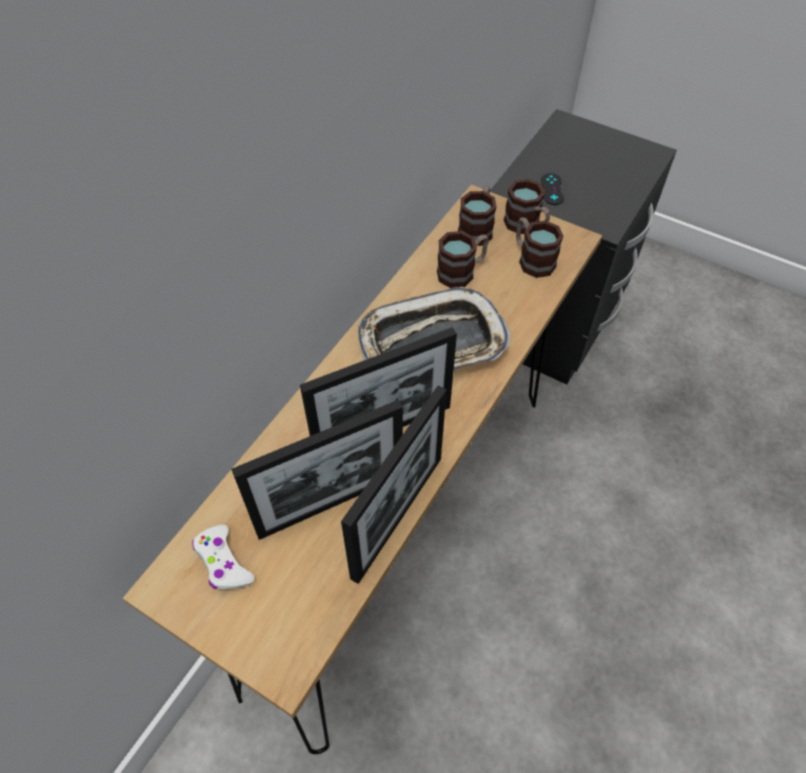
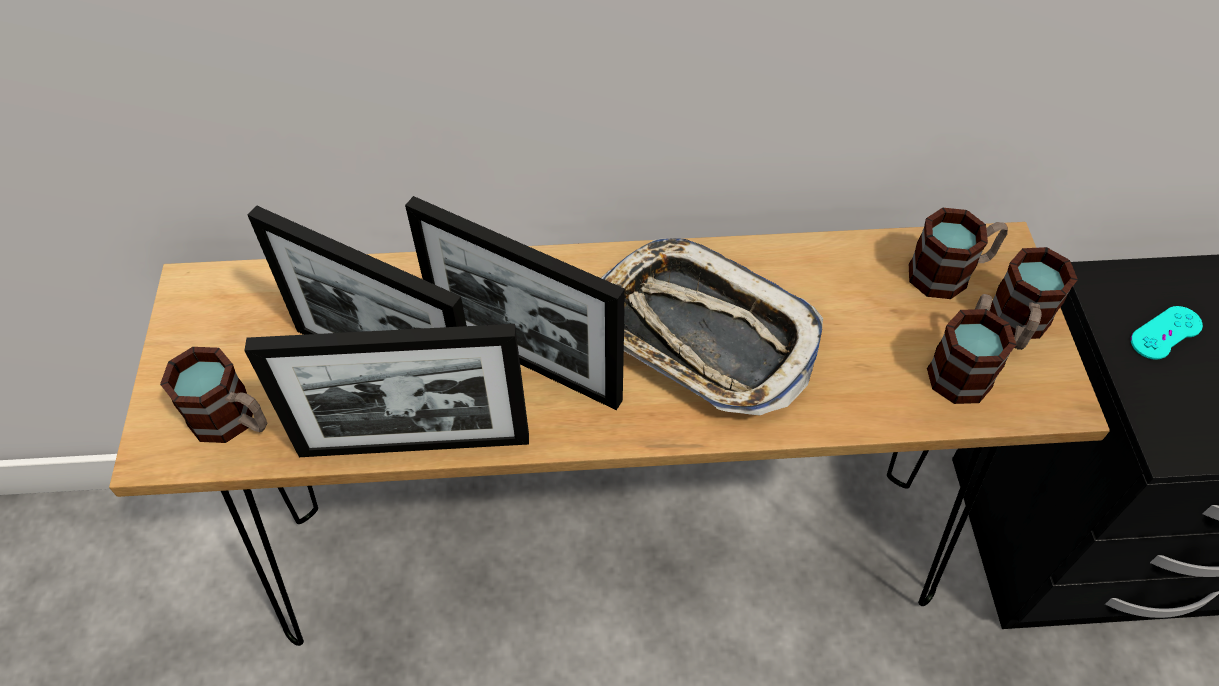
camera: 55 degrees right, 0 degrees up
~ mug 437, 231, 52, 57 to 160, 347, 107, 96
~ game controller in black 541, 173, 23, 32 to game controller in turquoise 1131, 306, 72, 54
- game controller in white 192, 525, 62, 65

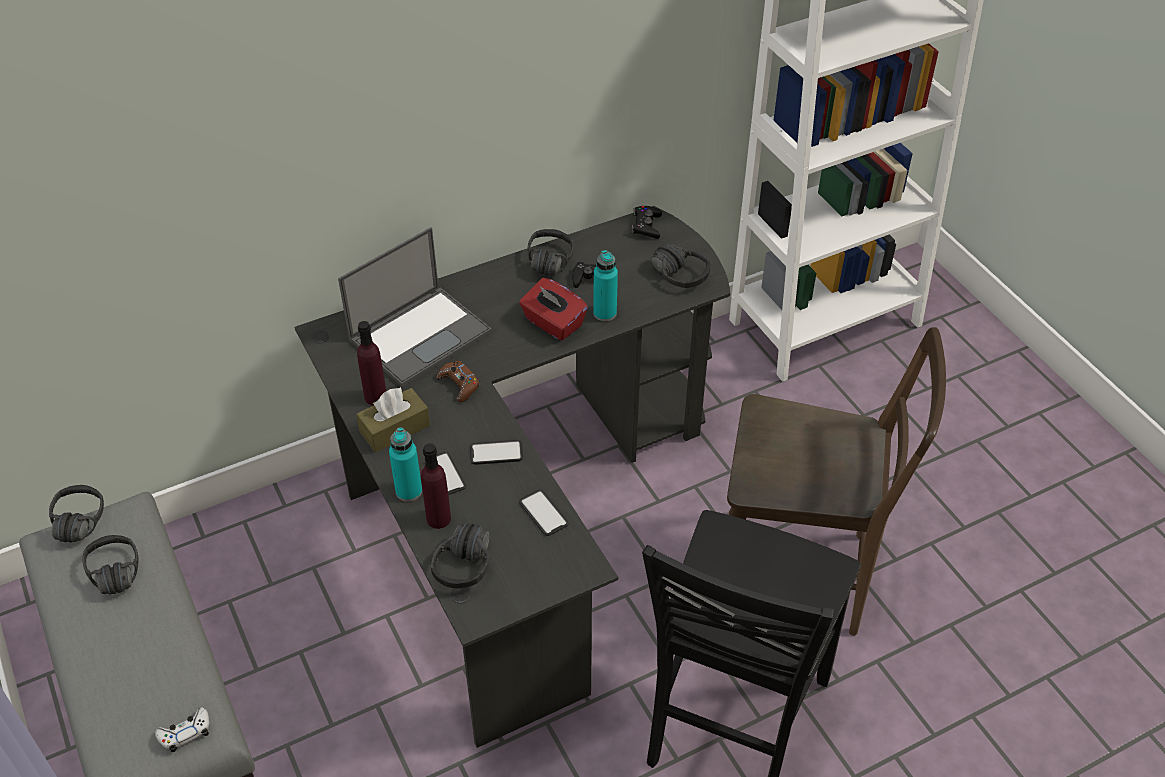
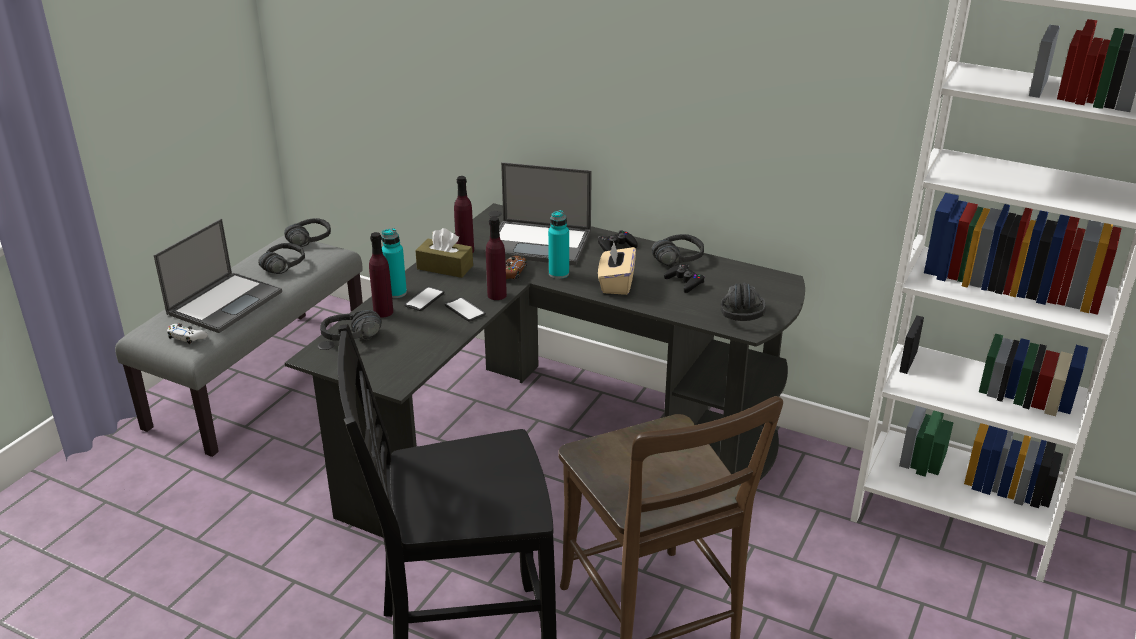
camera: 55 degrees right, 15 degrees down
+ laptop 153, 219, 129, 114
+ bottle in purple 486, 217, 21, 83
~ bottle in turquoise 593, 250, 25, 71 to 548, 210, 21, 69
~ game controller in black 632, 206, 30, 33 to 598, 230, 40, 22
~ tissue box in red 519, 278, 69, 63 to tissue box in beige 598, 242, 38, 53
- phone 519, 490, 49, 46

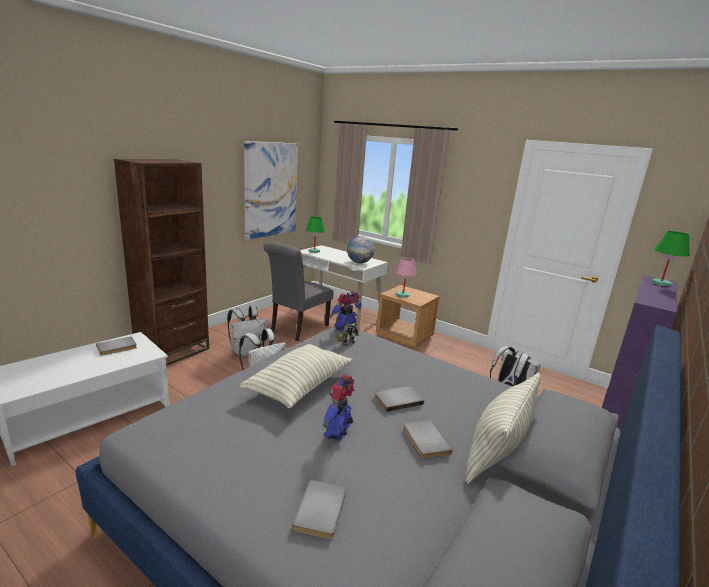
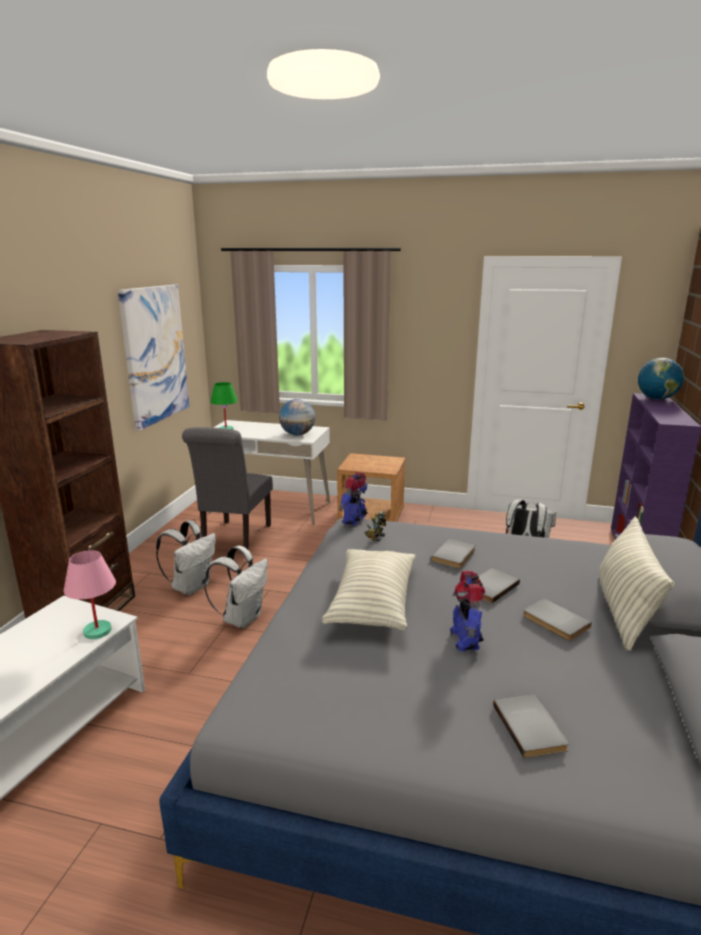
camera: 20 degrees left, 0 degrees up
~ table lamp in pink 395, 257, 22, 41 to 64, 550, 52, 89
~ book in grey 96, 336, 41, 20 to 431, 538, 45, 30
~ table lamp in green 652, 231, 38, 55 to globe 638, 358, 46, 42

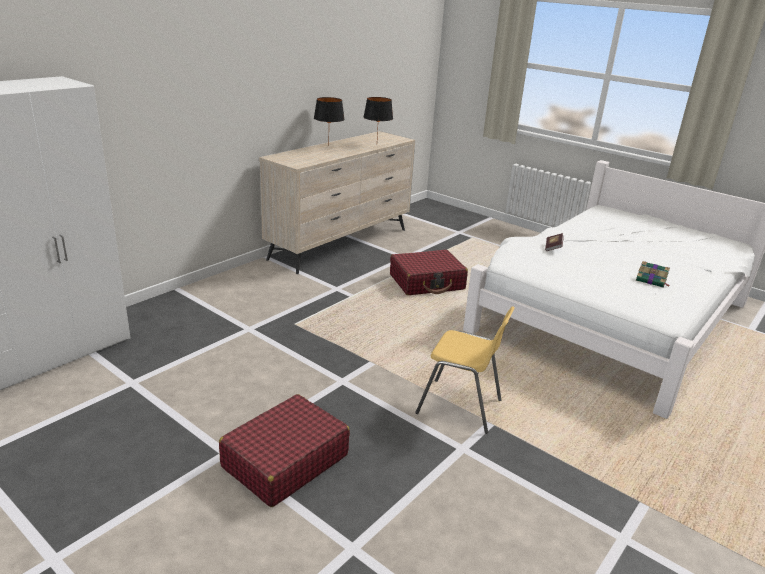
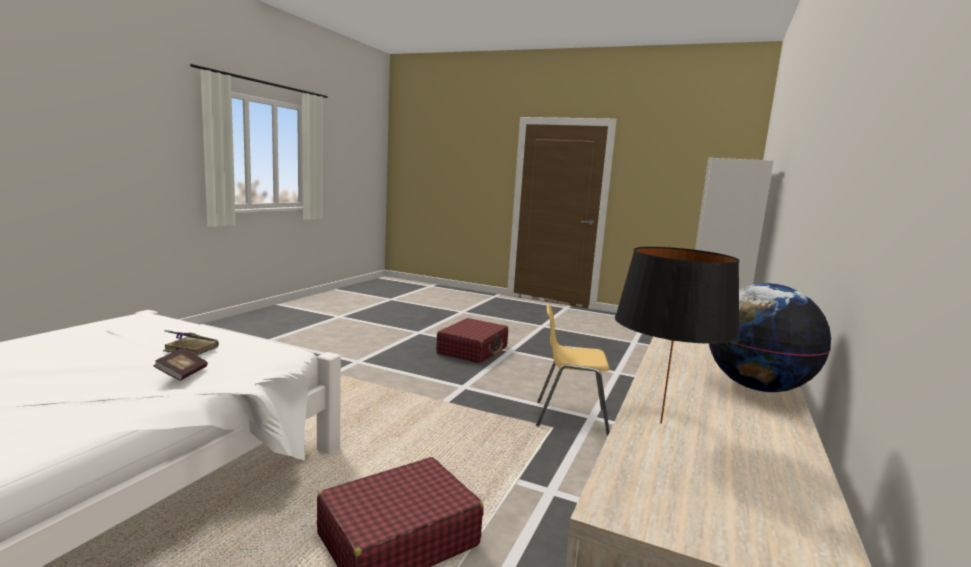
camera: 165 degrees right, 15 degrees down
~ book 636, 261, 34, 26 to 163, 330, 56, 26
~ chair in yellow 415, 306, 100, 128 to 536, 304, 74, 131
~ table lamp in black 314, 97, 31, 49 to globe 709, 283, 122, 109

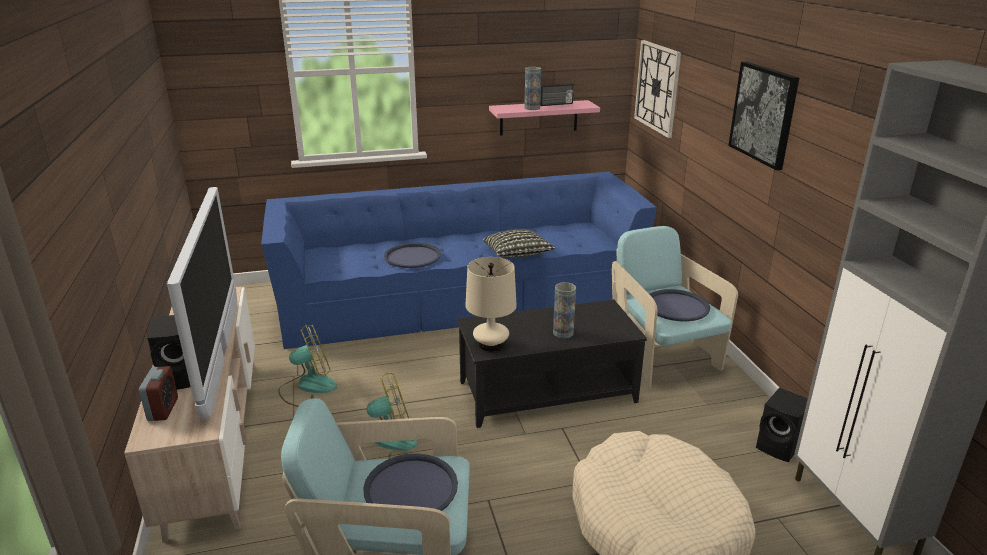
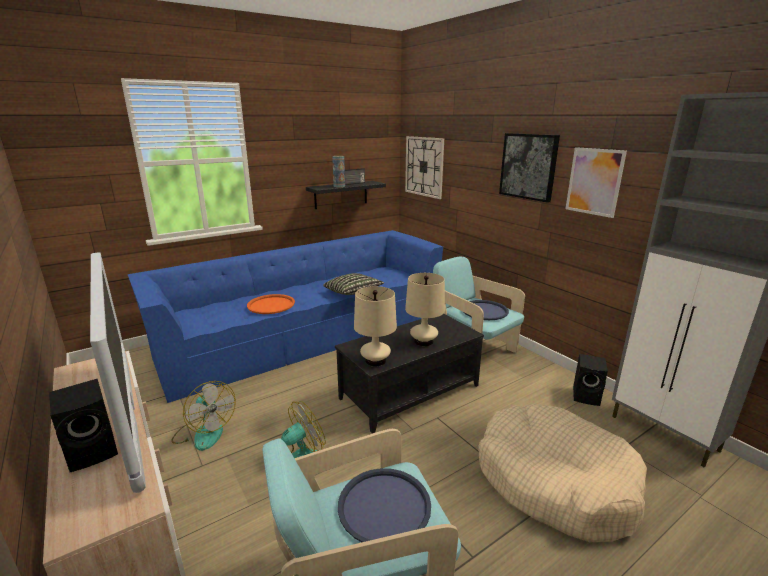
camera: 20 degrees left, 5 degrees down
~ fan 278, 324, 59, 83 = 171, 381, 65, 70 90 degrees clockwise
~ tray in blue 384, 243, 57, 25 to tray in orange 247, 294, 48, 20
~ shelf in pink 489, 100, 111, 36 to shelf in black 306, 181, 80, 28
~ vase 553, 282, 23, 56 to table lamp in beige 405, 273, 40, 73
+ picture 566, 147, 61, 71
- alarm clock 139, 366, 39, 55

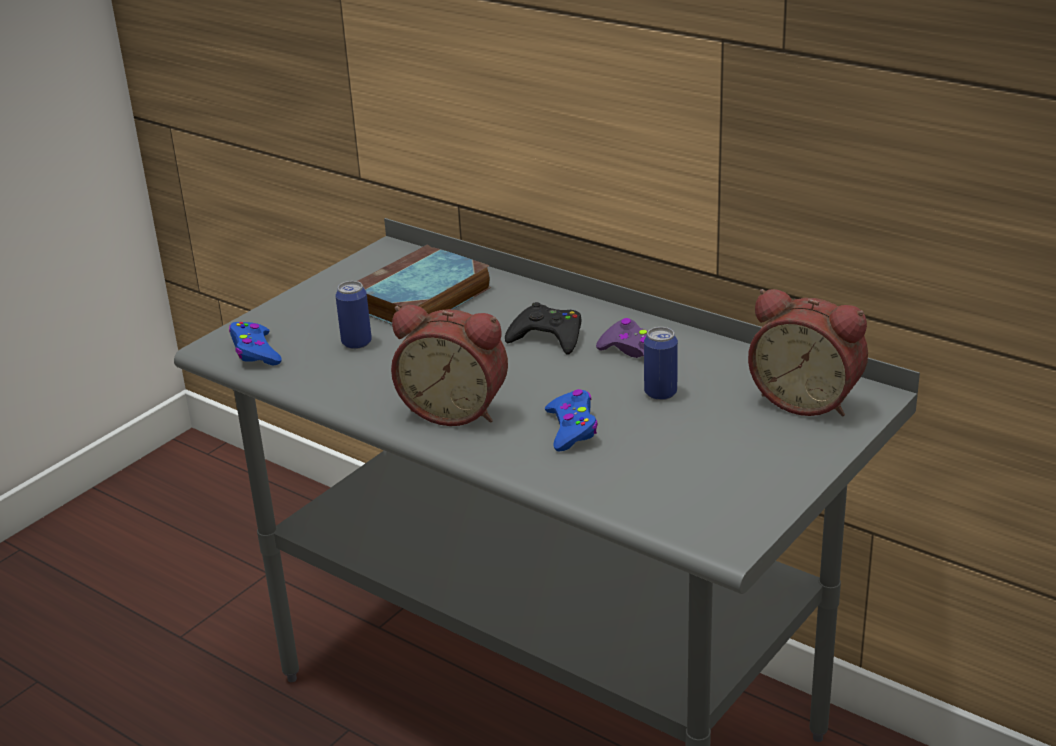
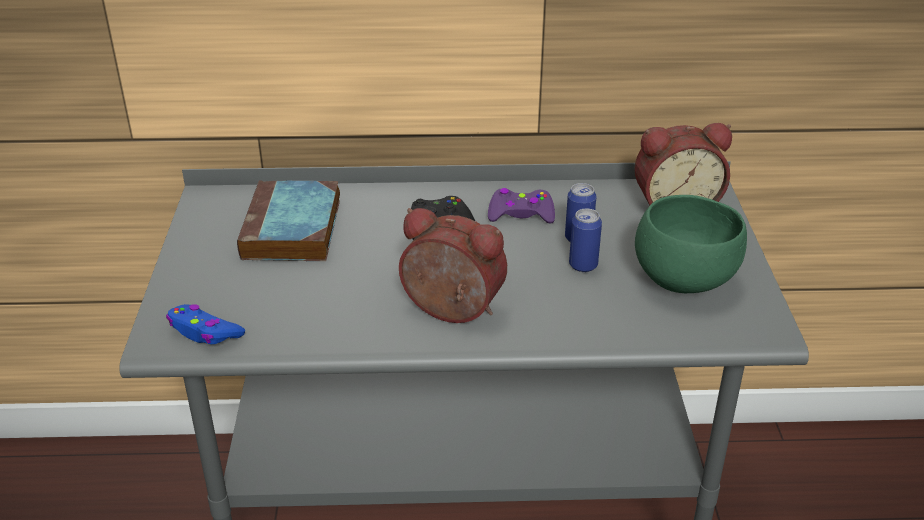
camera: 40 degrees left, 5 degrees up
~ alarm clock 391, 305, 117, 121 = 399, 208, 108, 115 135 degrees counterclockwise
~ can 335, 281, 37, 68 to 569, 209, 33, 63
+ bowl in green 635, 195, 112, 98
- game controller in blue 545, 389, 53, 62

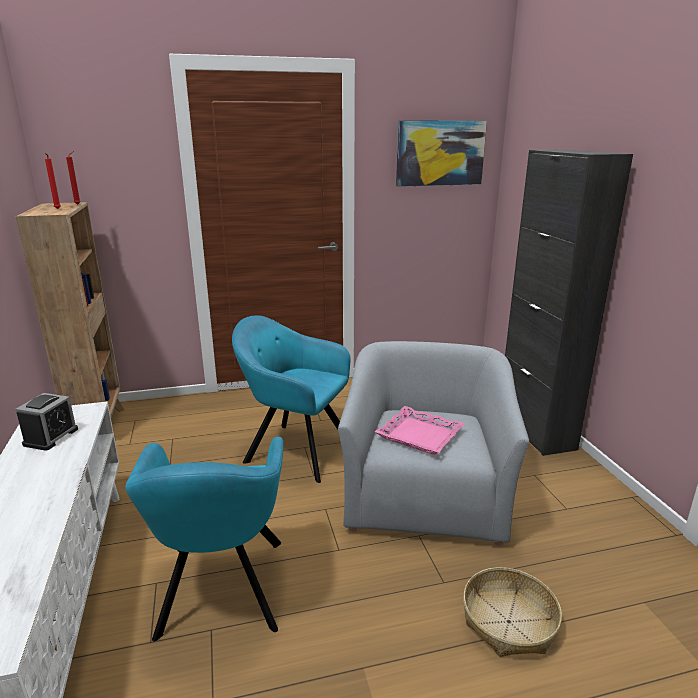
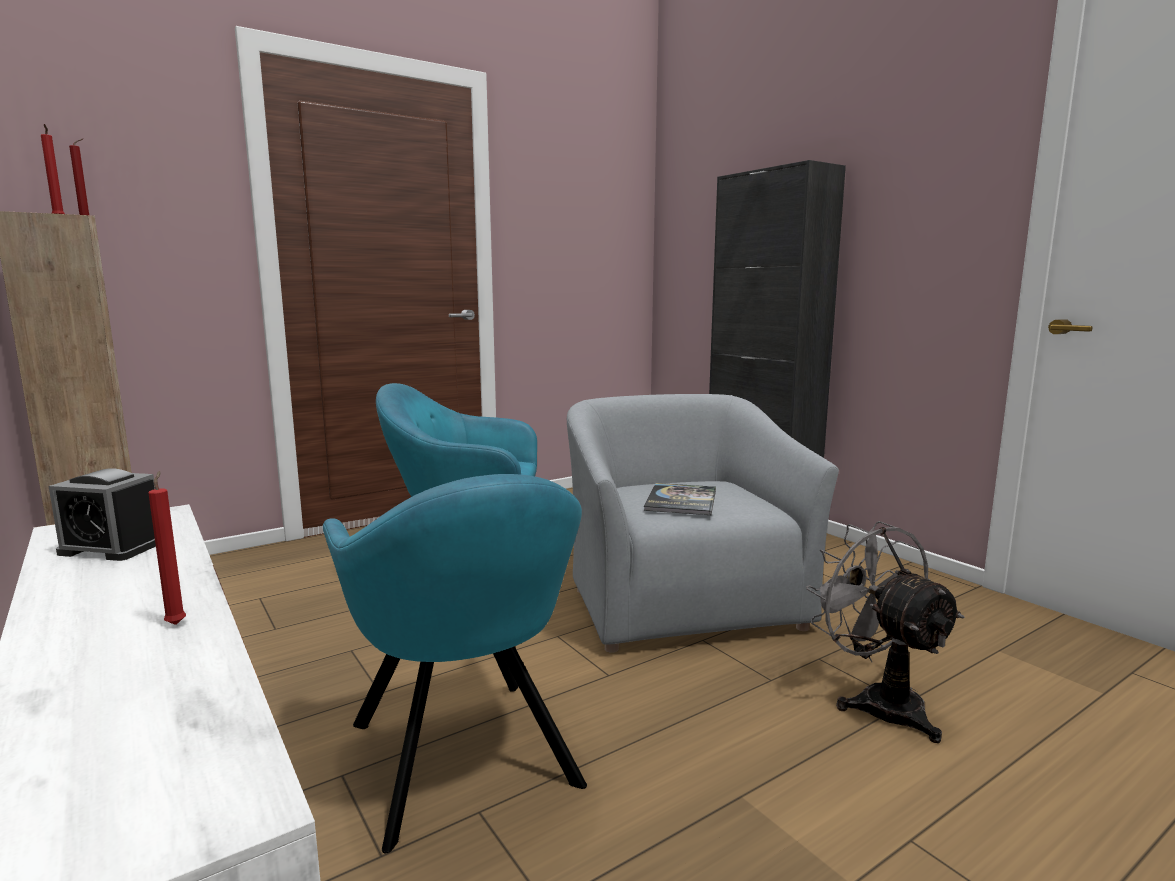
camera: 20 degrees left, 10 degrees down
~ alarm clock 15, 393, 63, 58 = 49, 468, 107, 93 105 degrees clockwise
+ candle in red 148, 471, 38, 154
~ tray in pink 375, 406, 90, 49 to book 643, 483, 73, 32
~ basket 463, 567, 99, 90 to fan in grey 806, 521, 159, 222
- picture 396, 120, 91, 67

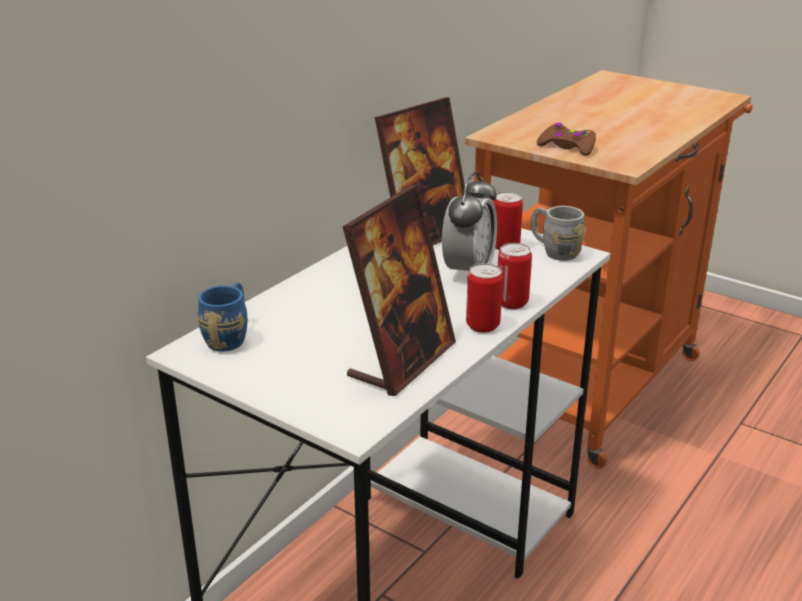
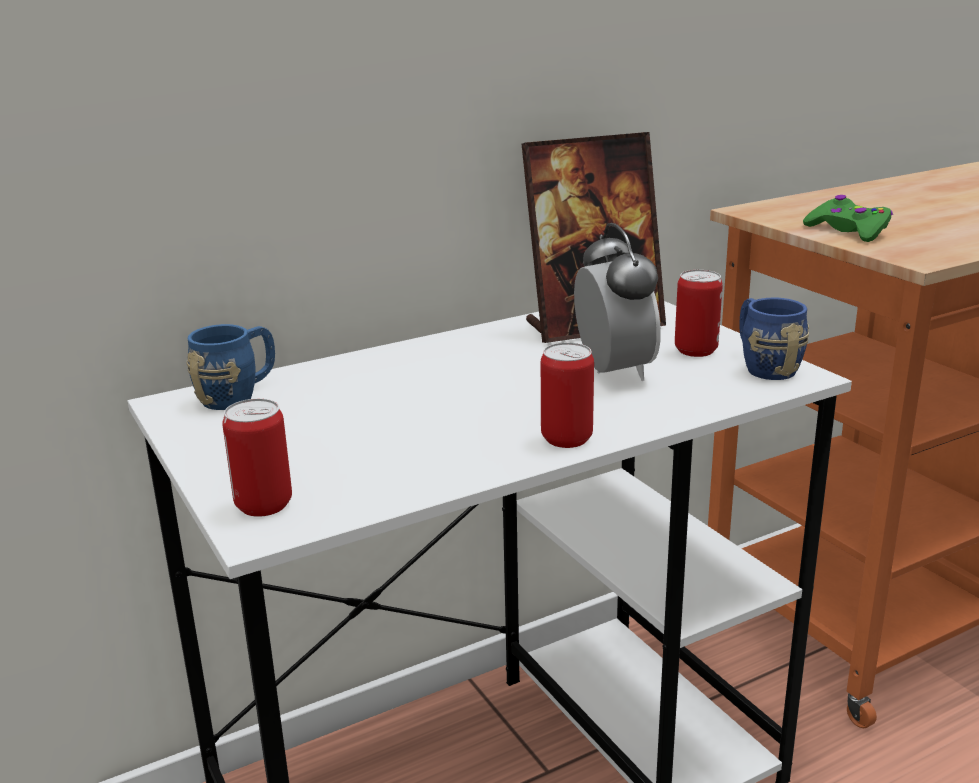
camera: 25 degrees right, 5 degrees down
~ can 498, 243, 34, 66 to 222, 399, 70, 118
~ alarm clock 442, 172, 55, 99 = 574, 223, 87, 158 60 degrees counterclockwise
~ mug in grey 531, 206, 55, 55 to mug in blue 739, 297, 70, 83
~ game controller in brown 537, 122, 59, 34 to game controller in green 803, 195, 90, 47
- picture frame 342, 185, 114, 211

